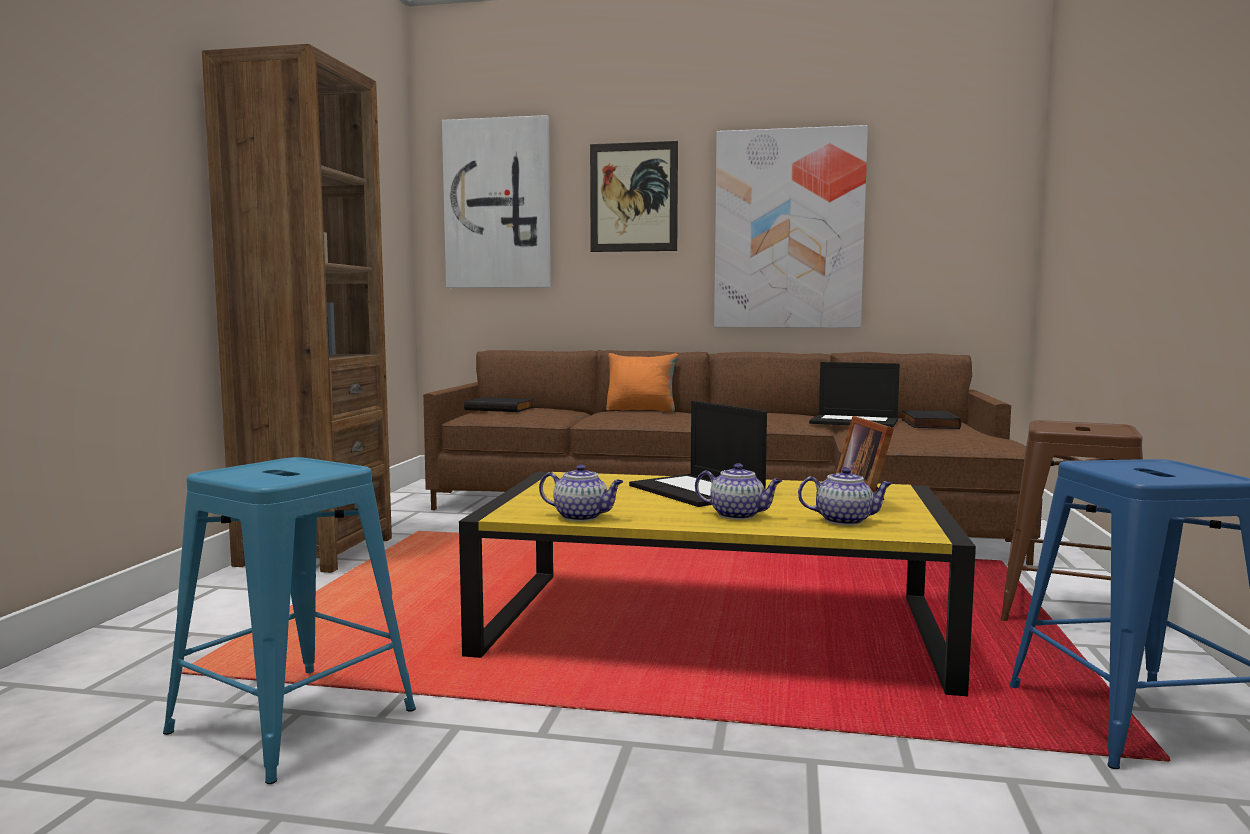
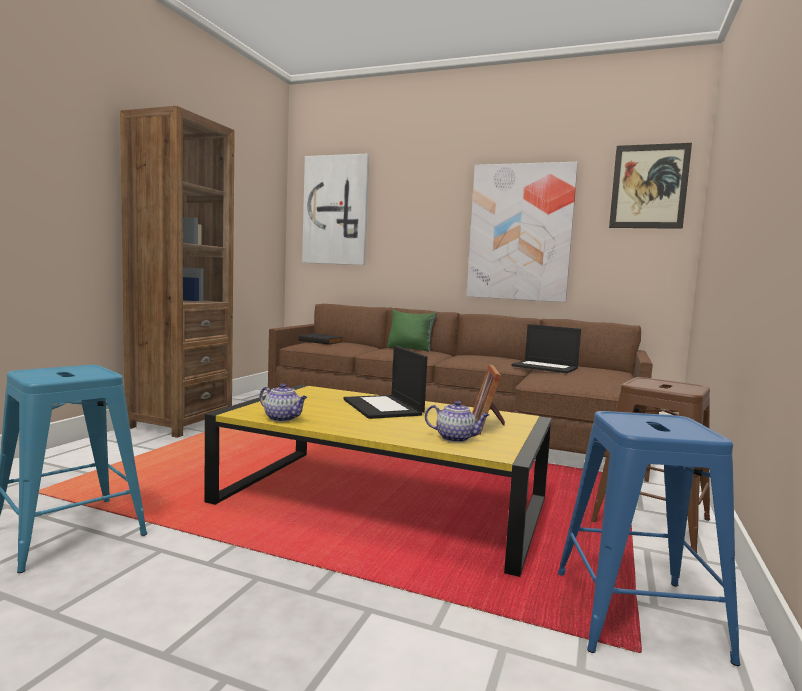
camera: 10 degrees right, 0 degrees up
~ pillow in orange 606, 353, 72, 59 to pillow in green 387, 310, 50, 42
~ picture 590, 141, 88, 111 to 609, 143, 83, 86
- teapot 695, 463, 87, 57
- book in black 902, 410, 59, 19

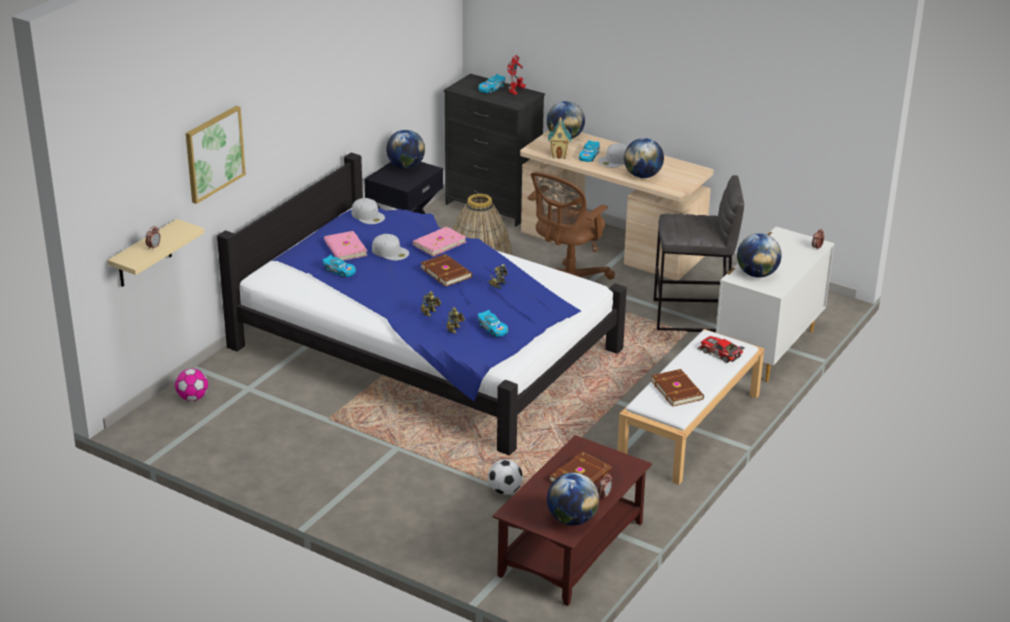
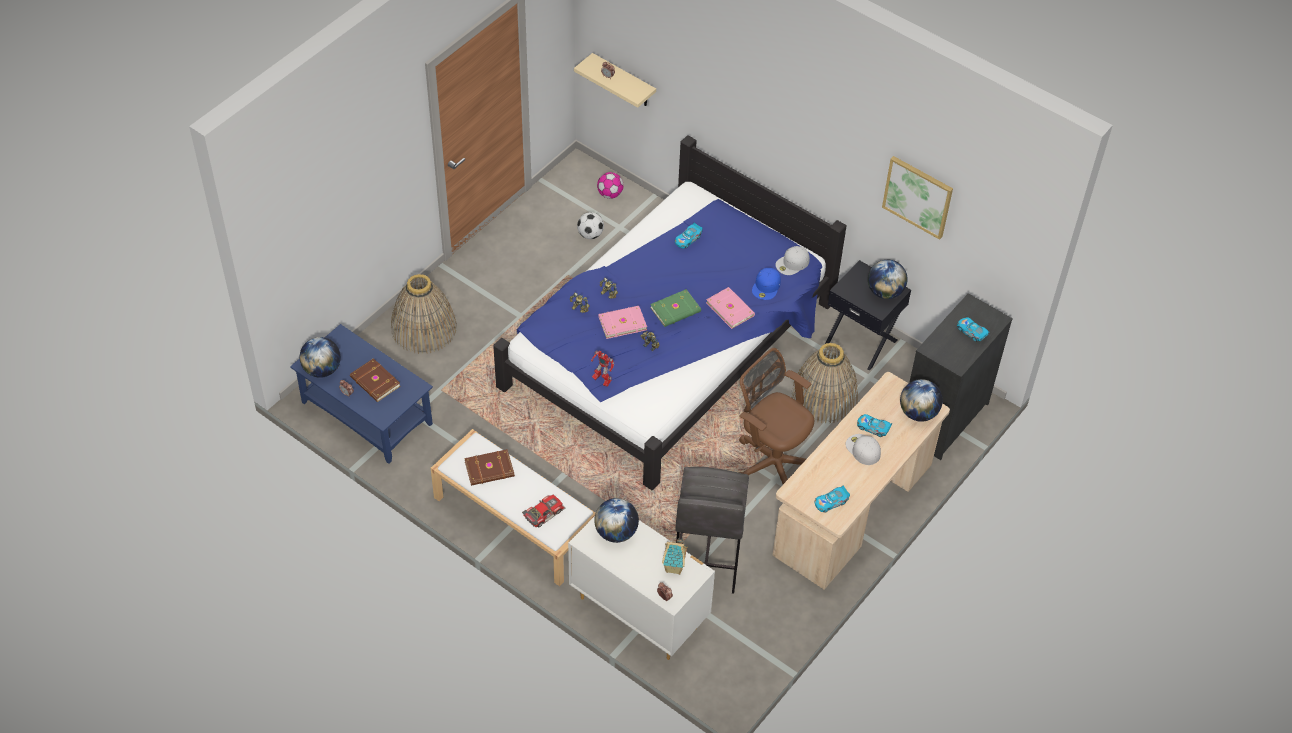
camera: 95 degrees right, 20 degrees up
~ coffee table in brown 493, 435, 159, 171 to coffee table in blue 290, 324, 143, 140
+ basket 391, 274, 66, 80
~ football 488, 459, 35, 36 to 577, 212, 27, 27
~ toy robot 507, 55, 19, 40 to 591, 350, 23, 37
~ book in pink 324, 231, 44, 29 to 598, 306, 49, 33
~ book in brown 420, 254, 52, 33 to book in green 650, 289, 51, 38
~ toy house 548, 117, 23, 42 to 662, 538, 26, 37
+ cap in blue 752, 268, 29, 32
~ toy car 478, 310, 30, 27 to 815, 486, 35, 27
~ picture 186, 106, 60, 98 to 882, 156, 71, 84
- cap in white 372, 234, 37, 27
- globe 624, 138, 40, 40

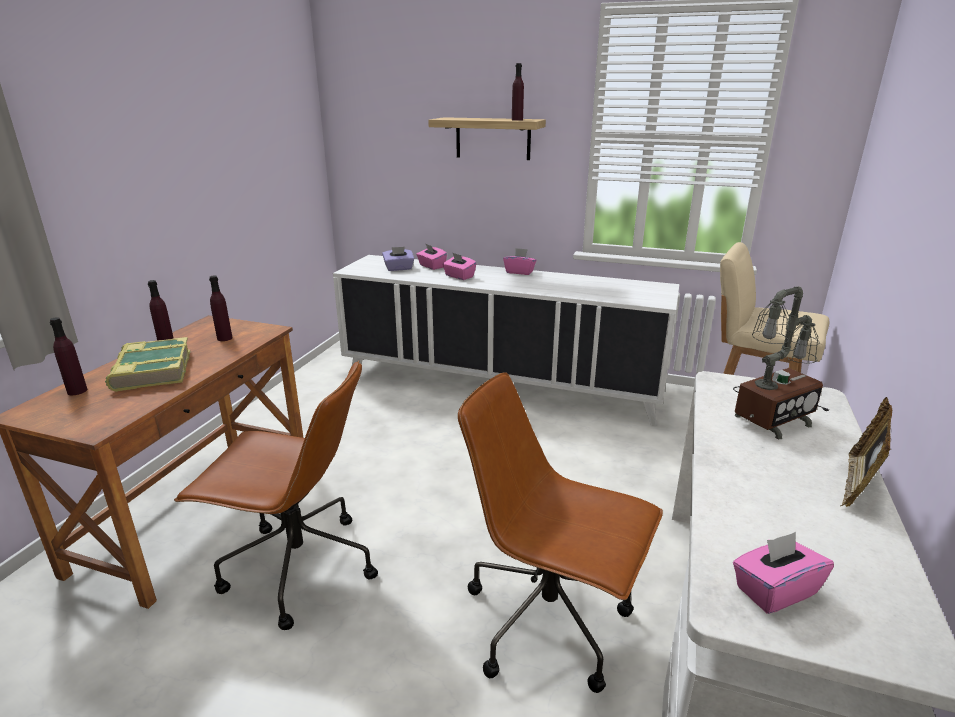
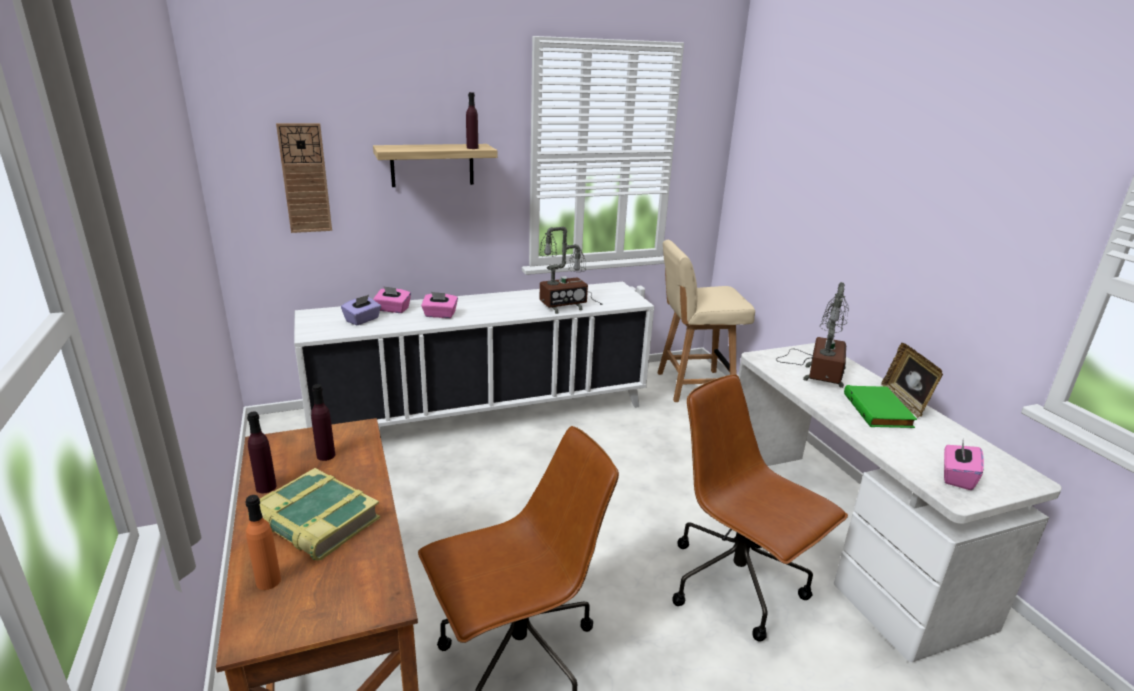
camera: 40 degrees left, 0 degrees up
~ bottle in purple 50, 317, 37, 78 to bottle in orange 245, 495, 36, 95
+ wall clock 276, 123, 56, 110
+ table lamp 539, 227, 64, 87
~ office chair in brown 458, 372, 205, 321 = 672, 374, 176, 268 60 degrees clockwise
+ book in green 844, 385, 73, 43
- tissue box in pink 503, 248, 34, 27

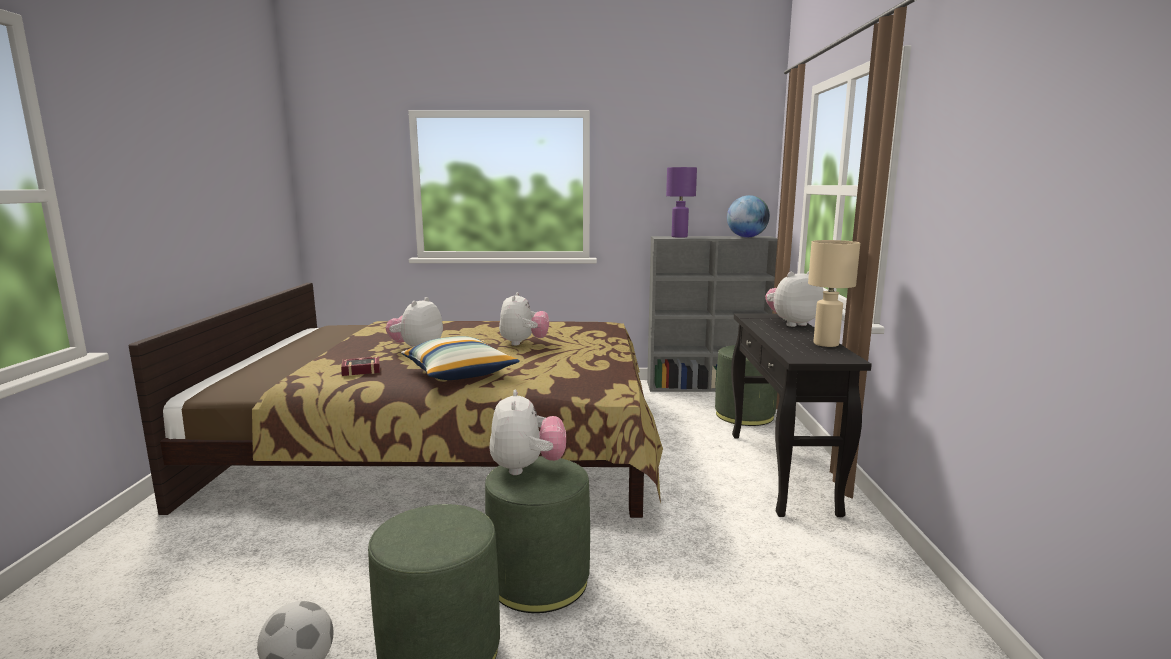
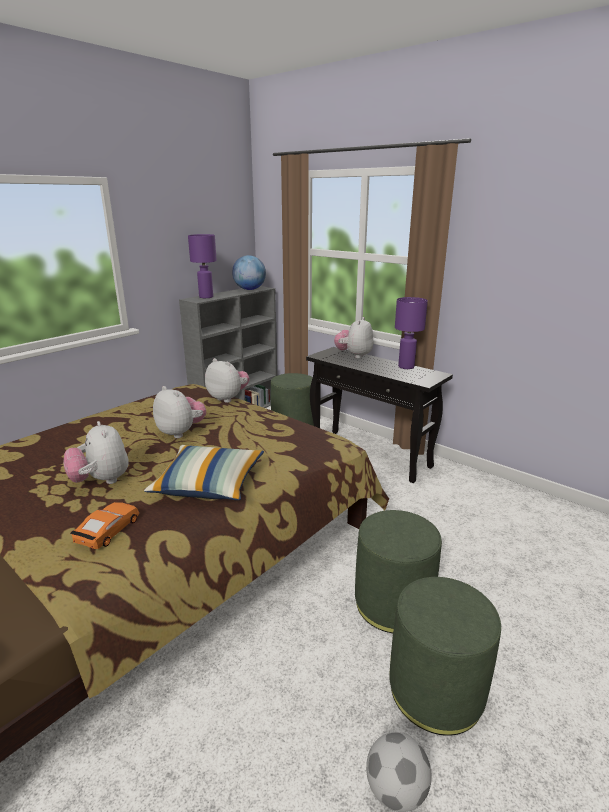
camera: 50 degrees left, 10 degrees up
~ book 341, 357, 39, 19 to toy car in orange 70, 502, 69, 47
~ plush toy 490, 390, 76, 85 to 205, 358, 44, 45
~ table lamp in beige 808, 240, 52, 107 to table lamp in purple 395, 297, 33, 72

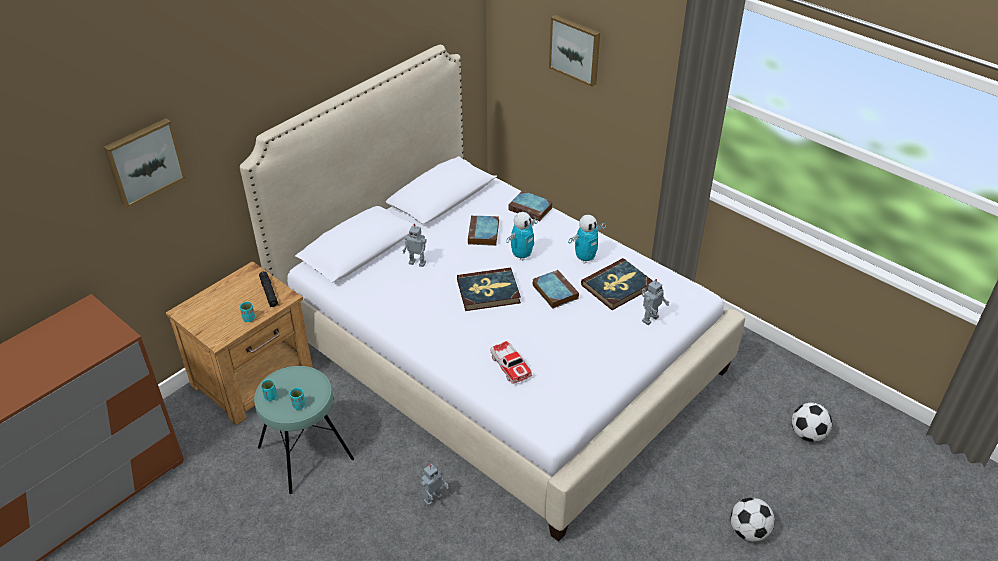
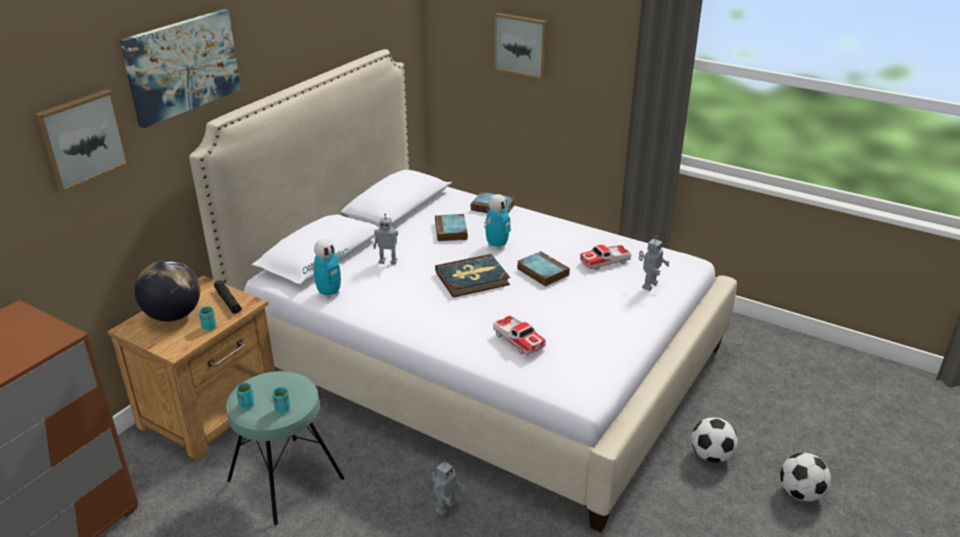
camera: 10 degrees left, 10 degrees down
+ picture 120, 9, 121, 119
+ globe 135, 260, 65, 62
~ toy robot 568, 215, 38, 49 to 303, 239, 45, 60
~ book 581, 258, 72, 52 to toy car 580, 245, 51, 25
~ football 792, 403, 40, 39 to 691, 417, 47, 46

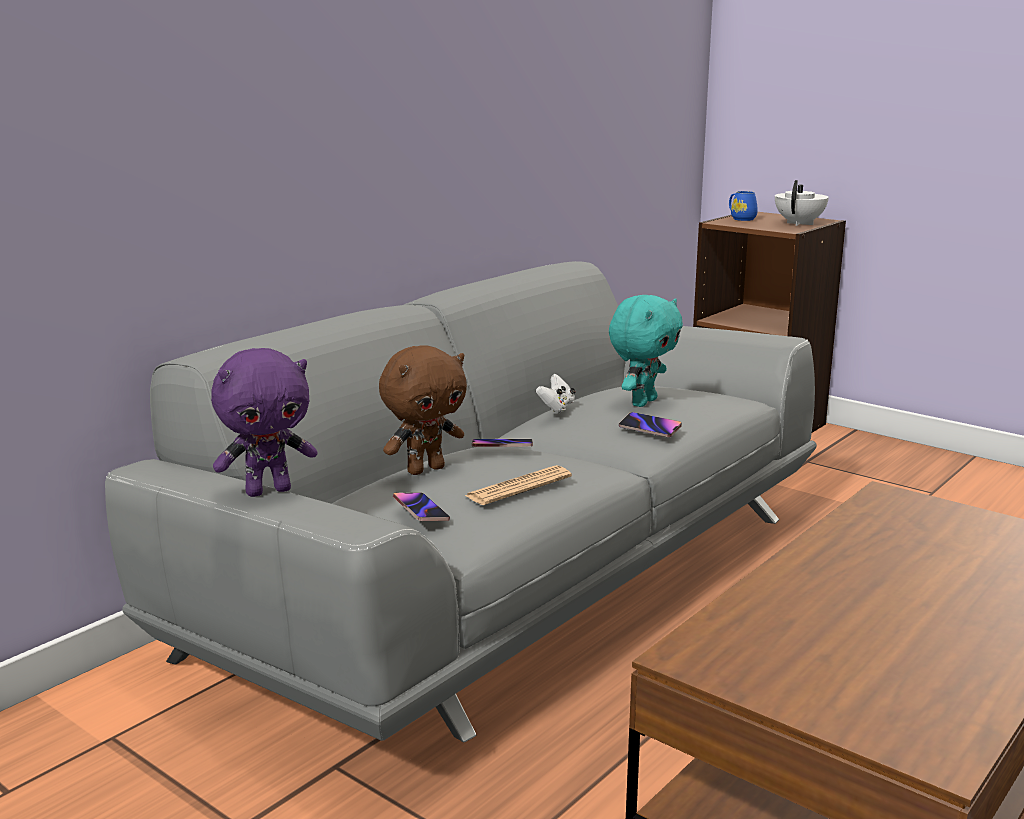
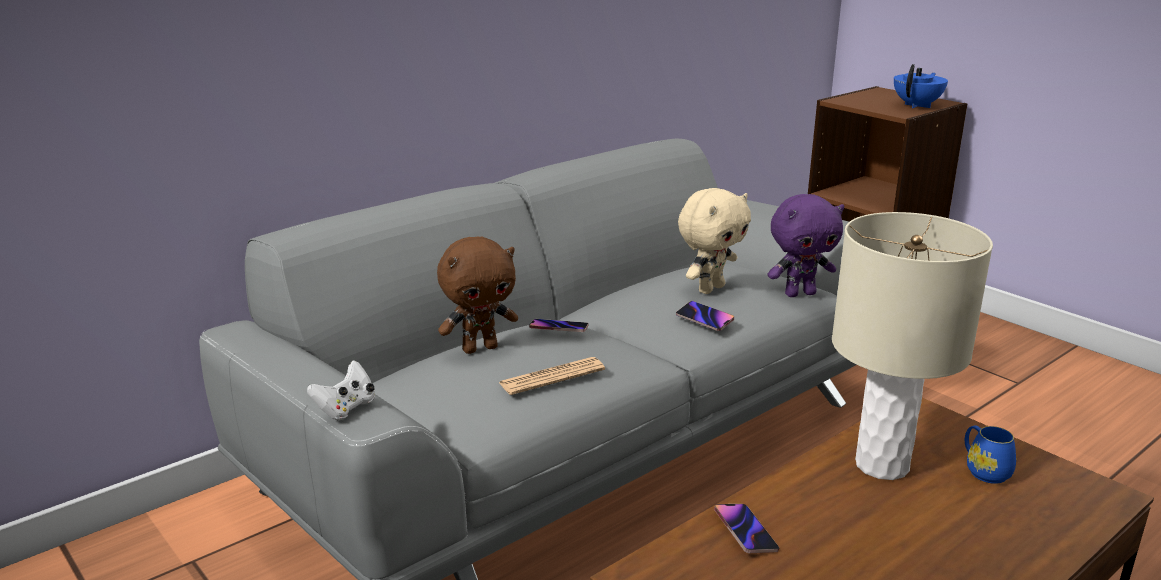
camera: 10 degrees right, 5 degrees up
~ game controller in white 536, 374, 40, 39 to 307, 360, 68, 60
~ plush toy in turquoise 609, 295, 74, 112 to plush toy in beige 678, 188, 73, 106
~ phone 393, 492, 57, 29 to 714, 504, 65, 49
~ plush toy in purple 211, 348, 106, 149 to 767, 194, 77, 103
+ table lamp in beige 832, 212, 161, 268
~ teapot in white 775, 180, 54, 46 to teapot in blue 894, 64, 54, 44
~ mug in blue 729, 191, 29, 30 to 965, 426, 51, 58

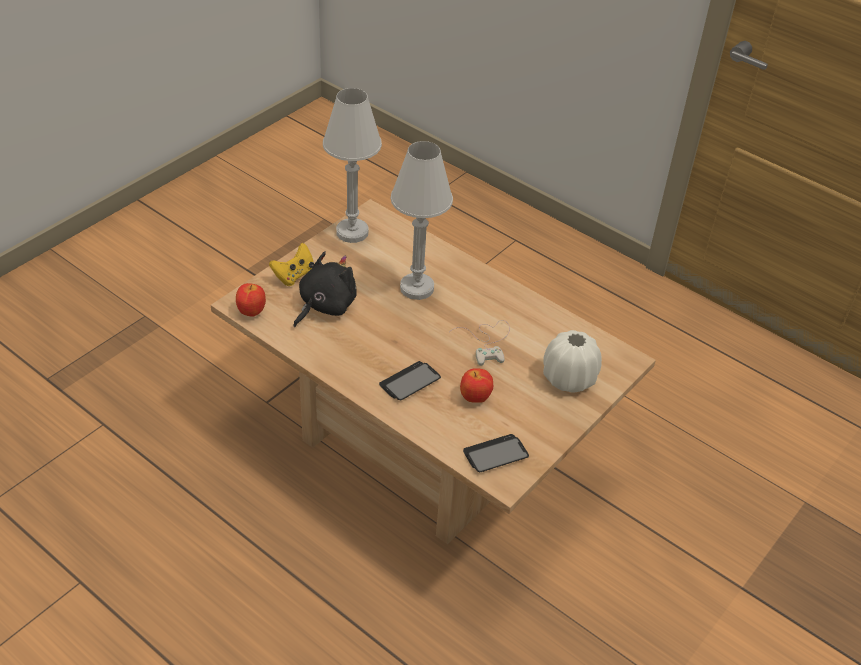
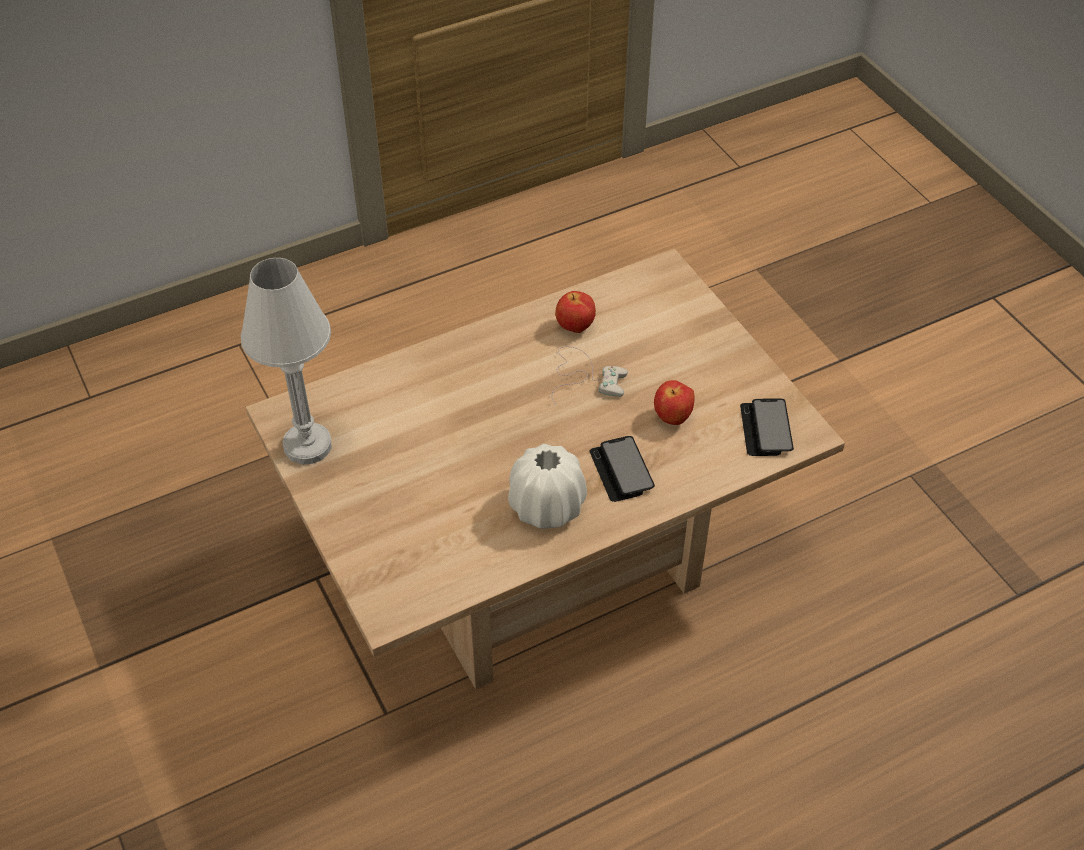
camera: 65 degrees left, 5 degrees up
~ vase in white 543, 330, 59, 63 to 508, 444, 79, 85
~ apple 236, 283, 30, 34 to 555, 291, 41, 42
- game controller in yellow 269, 243, 46, 43
- plush toy in black 294, 252, 63, 75
- table lamp in white 390, 141, 63, 159

